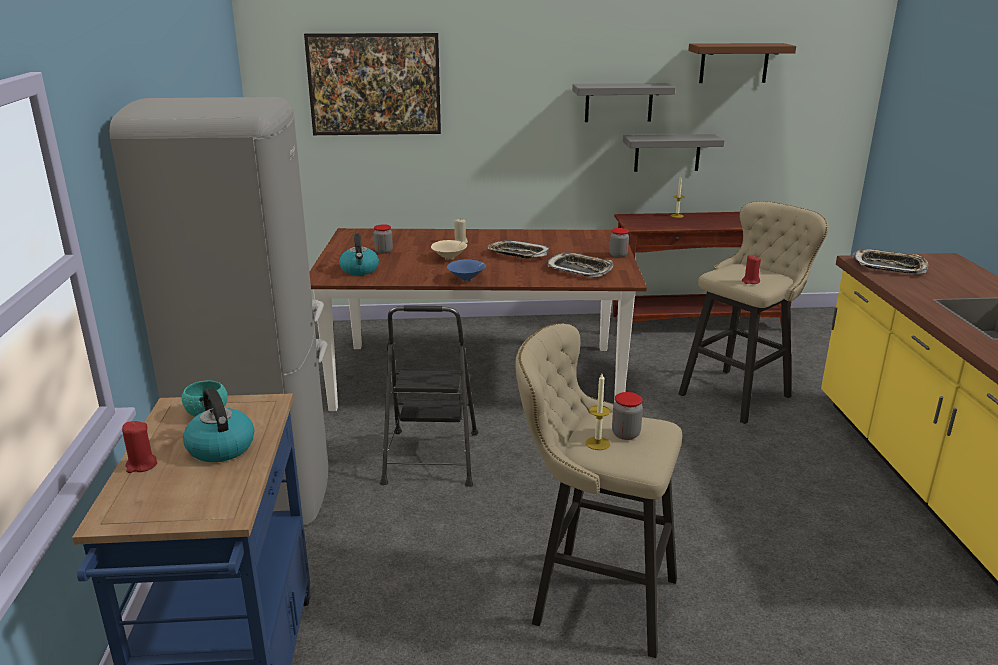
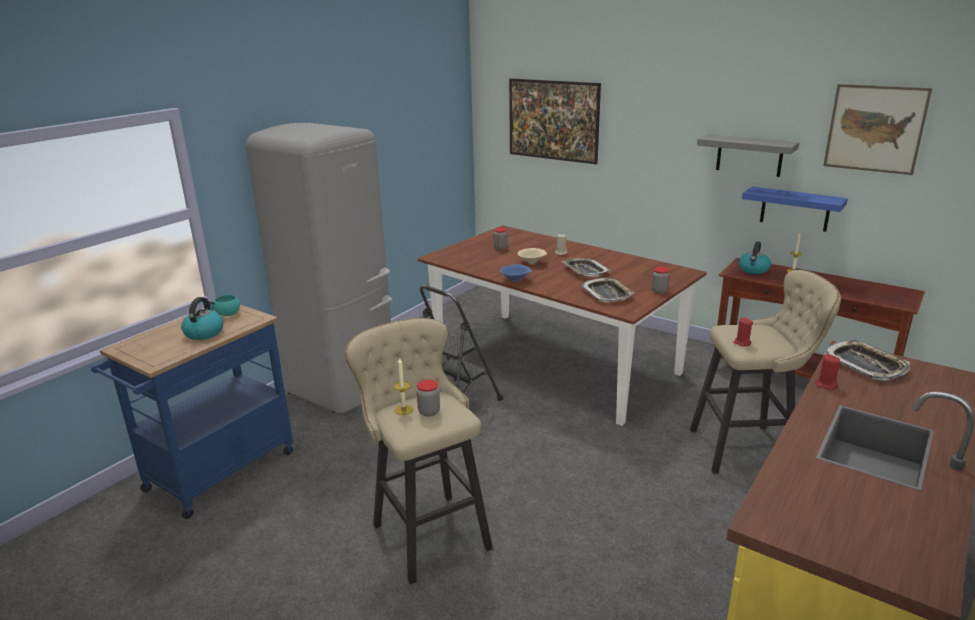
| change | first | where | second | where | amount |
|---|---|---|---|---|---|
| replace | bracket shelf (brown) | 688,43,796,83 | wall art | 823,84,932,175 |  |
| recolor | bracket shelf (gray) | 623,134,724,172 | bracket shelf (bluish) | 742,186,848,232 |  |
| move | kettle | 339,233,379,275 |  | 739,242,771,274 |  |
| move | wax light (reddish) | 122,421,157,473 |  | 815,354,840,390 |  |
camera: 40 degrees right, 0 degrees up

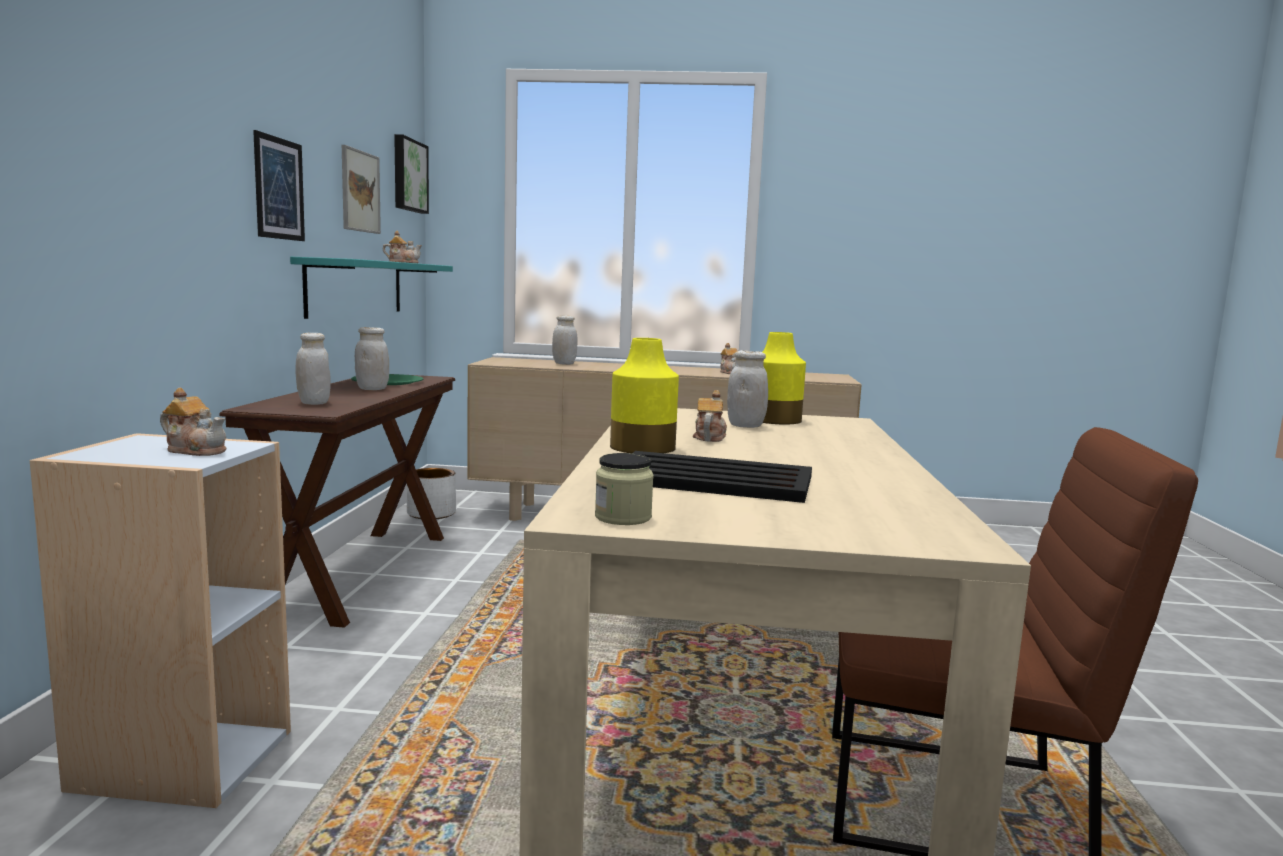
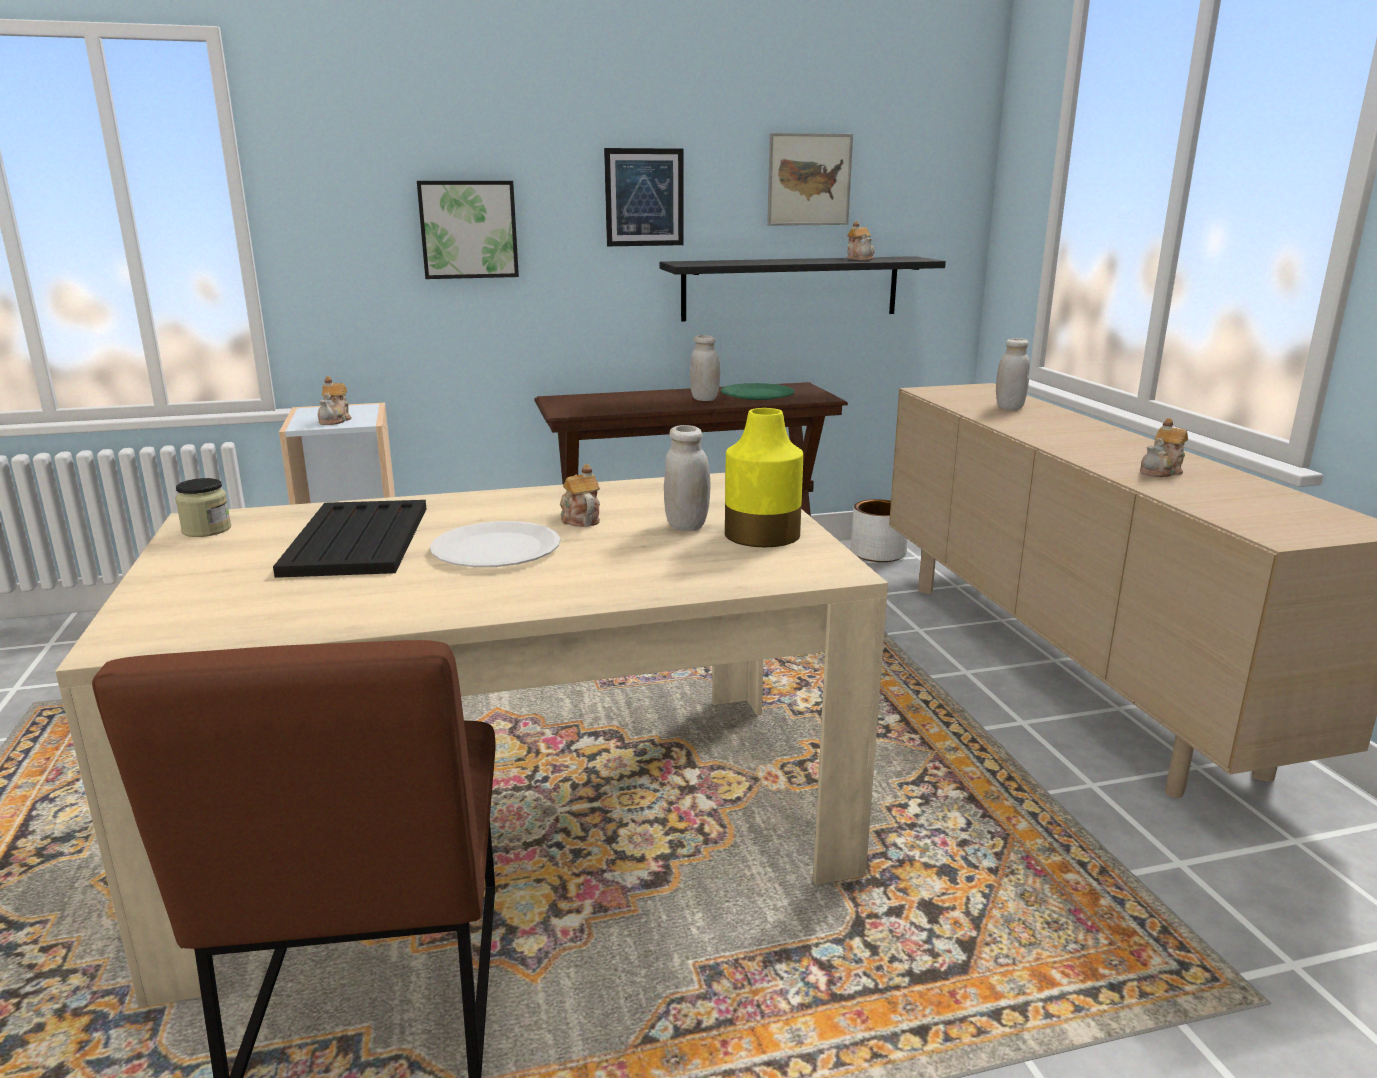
| change | first | where | second | where | amount |
|---|---|---|---|---|---|
| move | wall art | 394,134,429,214 |  | 417,181,519,279 |  |
| recolor | bracket shelf (blue-green) | 290,257,453,319 | bracket shelf (black) | 660,256,946,321 |  |
| delete | jar (white-coloured) | 295,333,331,405 |  |  |  |
| delete | vase (yellowish) | 610,338,679,453 |  |  |  |
| rotate | pot for tea | 693,390,727,442 |  | 560,464,600,527 | 105 degrees counterclockwise |
| insert |  |  | flat dish (white-coloured) | 430,521,561,567 |  |
camera: 70 degrees right, 10 degrees up

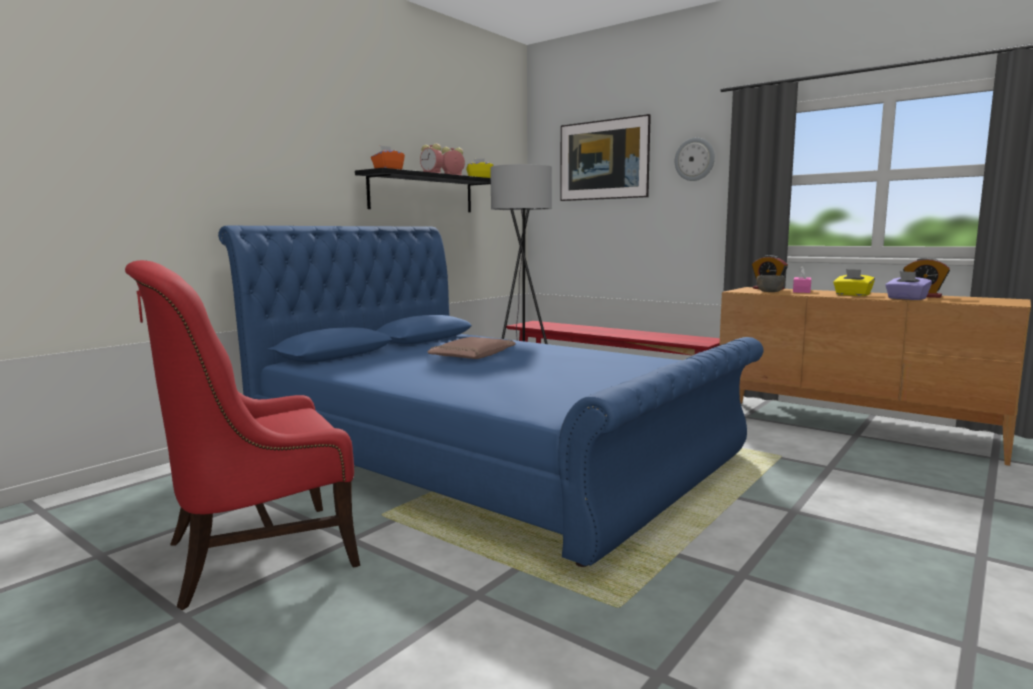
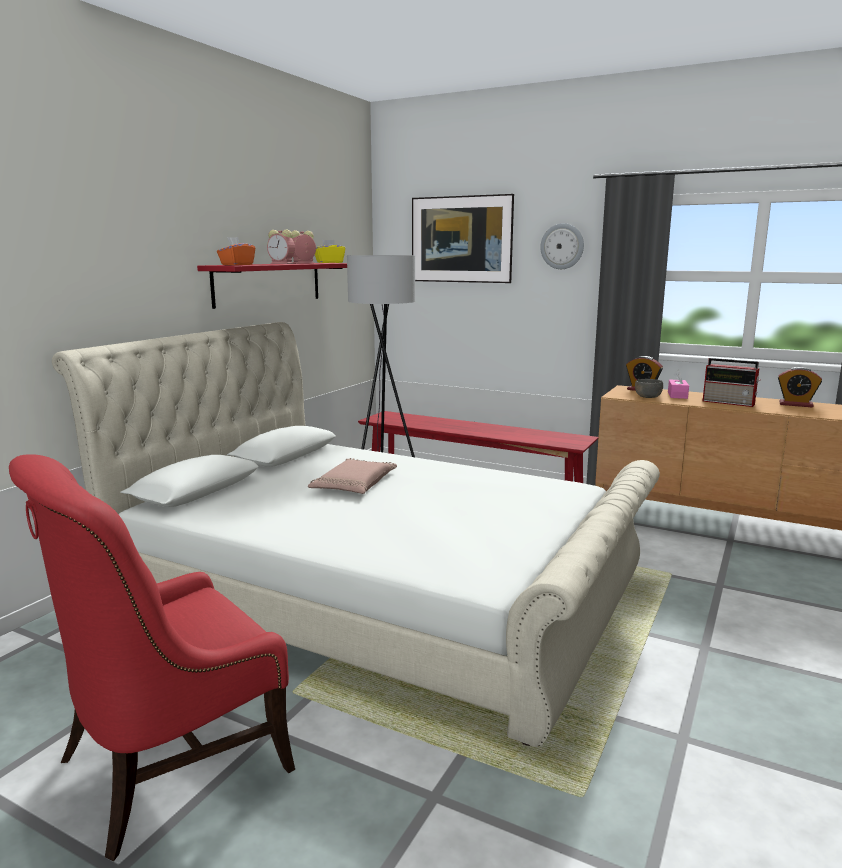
| change | first | where | second | where | amount |
|---|---|---|---|---|---|
| recolor | bracket shelf (black) | 355,168,491,212 | bracket shelf (reddish) | 197,263,347,309 |  |
| recolor | bedroom bed (bluish) | 218,226,764,567 | bedroom bed (beige-coloured) | 52,322,660,747 |  |
| replace | tissue holder (yellowish) | 833,269,875,296 | radio set | 703,358,761,407 |  |
| delete | tissue holder (purple) | 885,271,932,300 |  |  |  |
camera: 10 degrees left, 5 degrees up

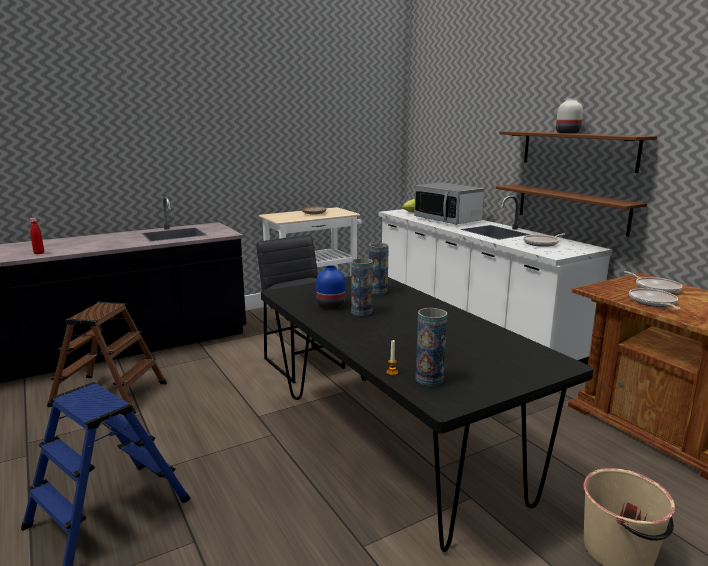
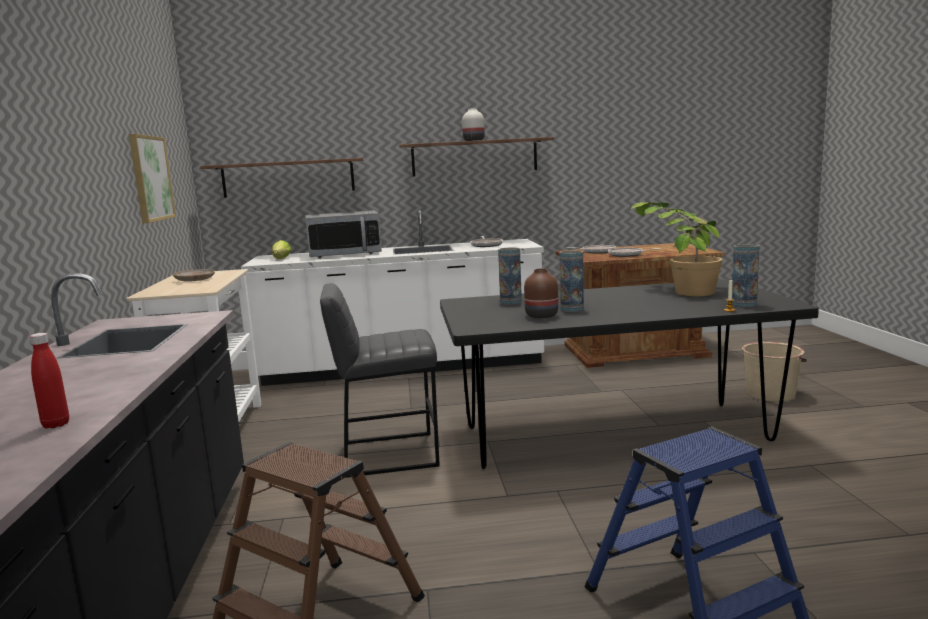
| change | first | where | second | where | amount |
|---|---|---|---|---|---|
| move | bracket shelf (brown) | 496,184,647,237 |  | 200,158,364,198 |  |
| recolor | vase (bluish) | 316,265,346,309 | vase (brown) | 524,269,558,318 |  |
| insert |  |  | wall art | 129,134,176,223 |  |
| insert |  |  | plant in a pot | 631,202,723,296 |  |
camera: 65 degrees left, 5 degrees down

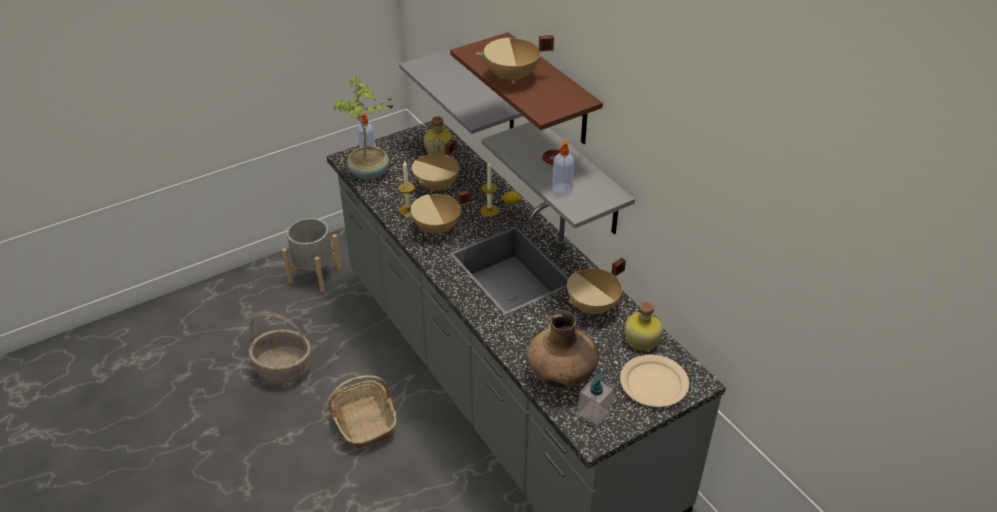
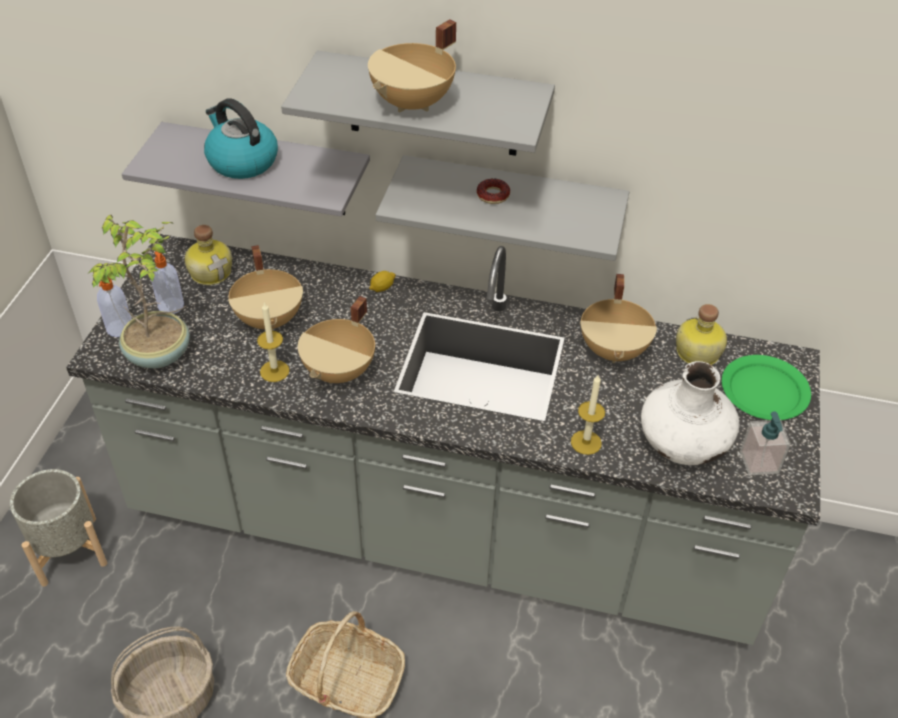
| change | first | where | second | where | amount |
|---|---|---|---|---|---|
| recolor | bracket shelf (brown) | 450,32,603,144 | bracket shelf (gray) | 281,51,555,156 |  |
| move | soap dispenser | 552,141,574,195 |  | 151,251,184,314 |  |
| move | wax light | 480,161,499,217 |  | 571,375,605,455 |  |
| recolor | vase (brown) | 527,310,599,388 | vase (white-coloured) | 641,361,739,465 |  |
| recolor | flat dish (beige-coloured) | 620,355,689,407 | flat dish (green) | 722,355,811,420 |  |
| insert |  |  | kettle | 204,98,278,179 |  |
camera: 45 degrees left, 5 degrees up

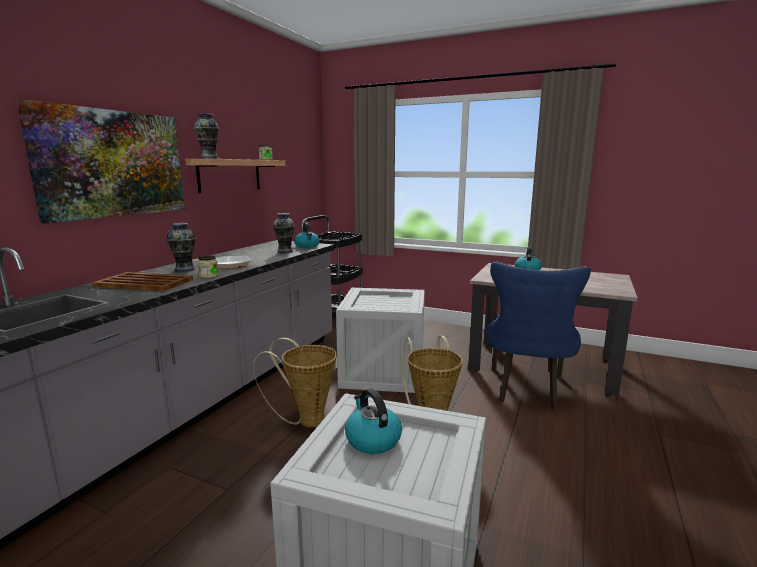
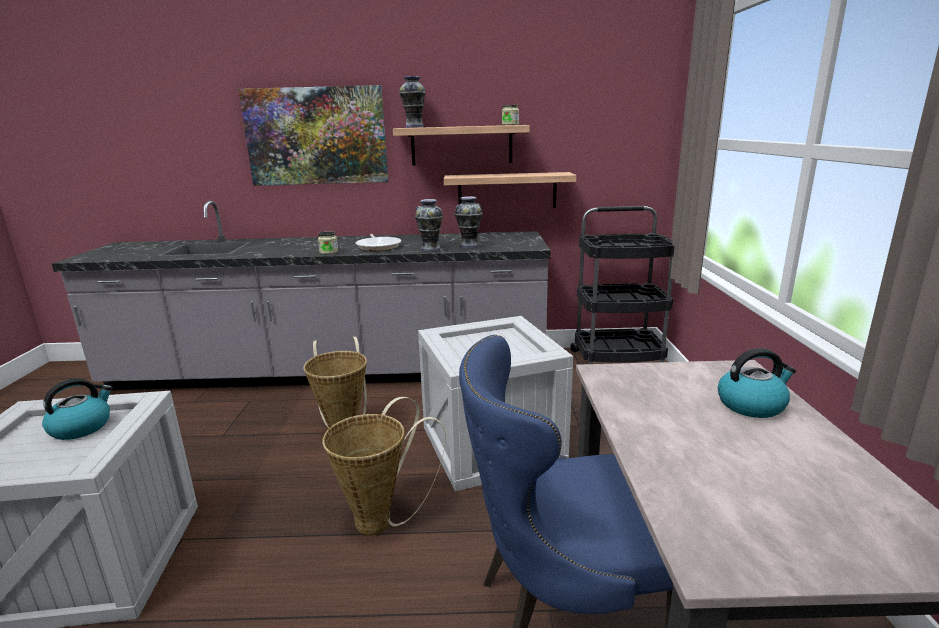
| change | first | where | second | where | amount |
|---|---|---|---|---|---|
| move | vase | 166,223,196,272 |  | 415,199,443,252 |  |
| delete | kettle | 294,223,320,248 |  |  |  |
| delete | tray (brown) | 92,272,193,291 |  |  |  |
| insert |  |  | bracket shelf | 444,172,577,208 |  |
camera: 65 degrees right, 5 degrees up

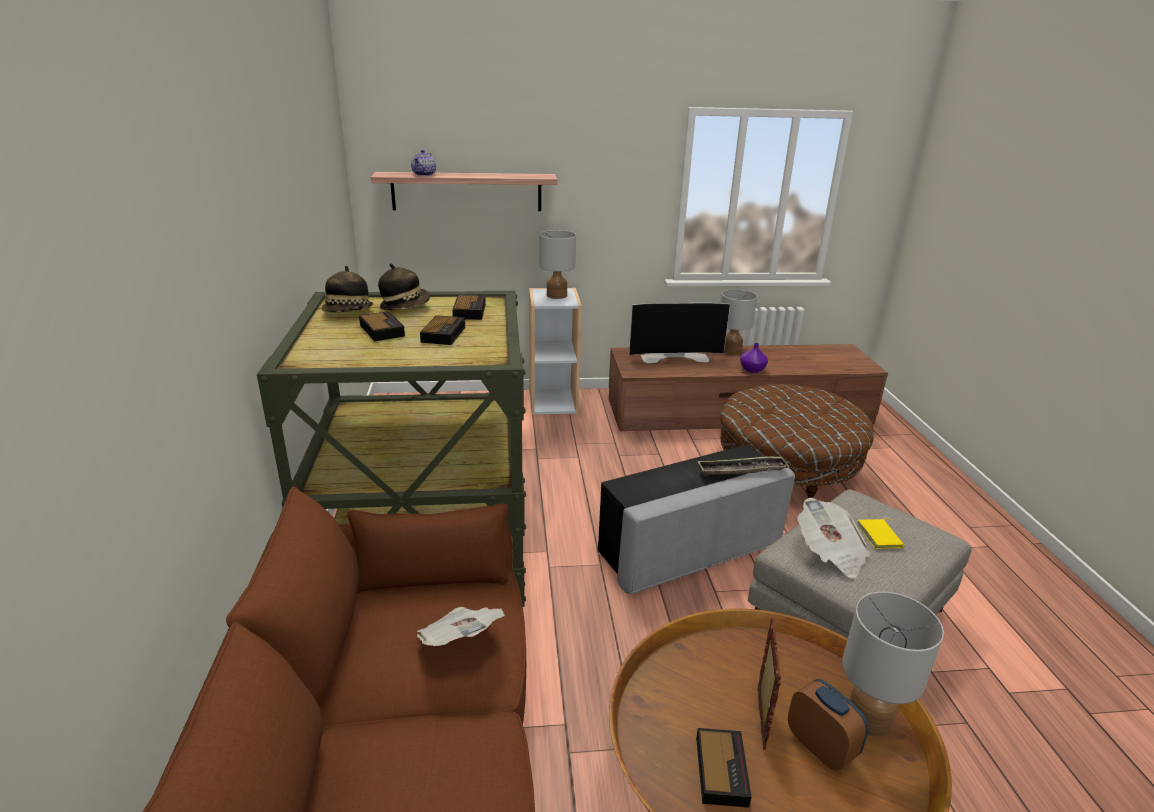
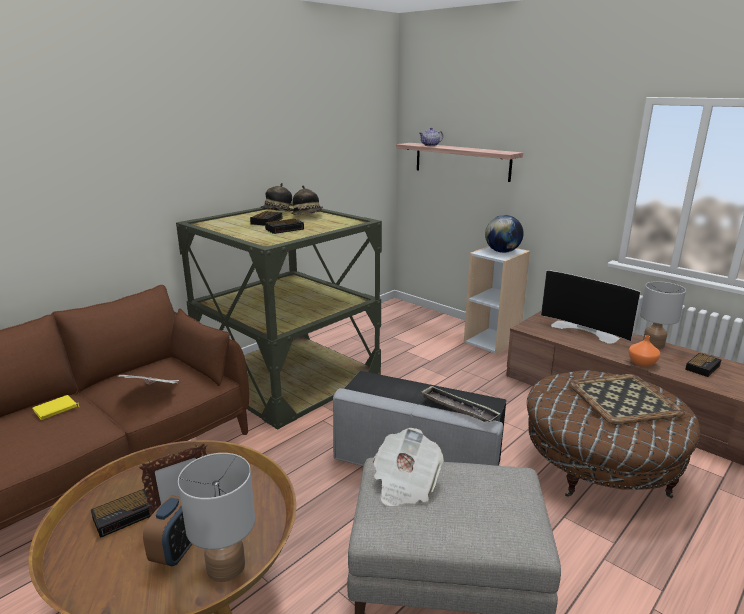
| change | first | where | second | where | amount |
|---|---|---|---|---|---|
| replace | table lamp (gray) | 539,230,576,299 | world globe | 485,215,524,253 |  |
| move | table clock | 452,295,486,320 |  | 685,353,722,377 |  |
| recolor | vase (purple) | 740,343,768,373 | vase (orange-coloured) | 628,335,660,367 |  |
| move | volume (yellowish) | 857,518,904,549 |  | 33,395,79,420 |  |
| insert |  |  | tray | 569,374,685,425 |  |
camera: 50 degrees right, 5 degrees down

